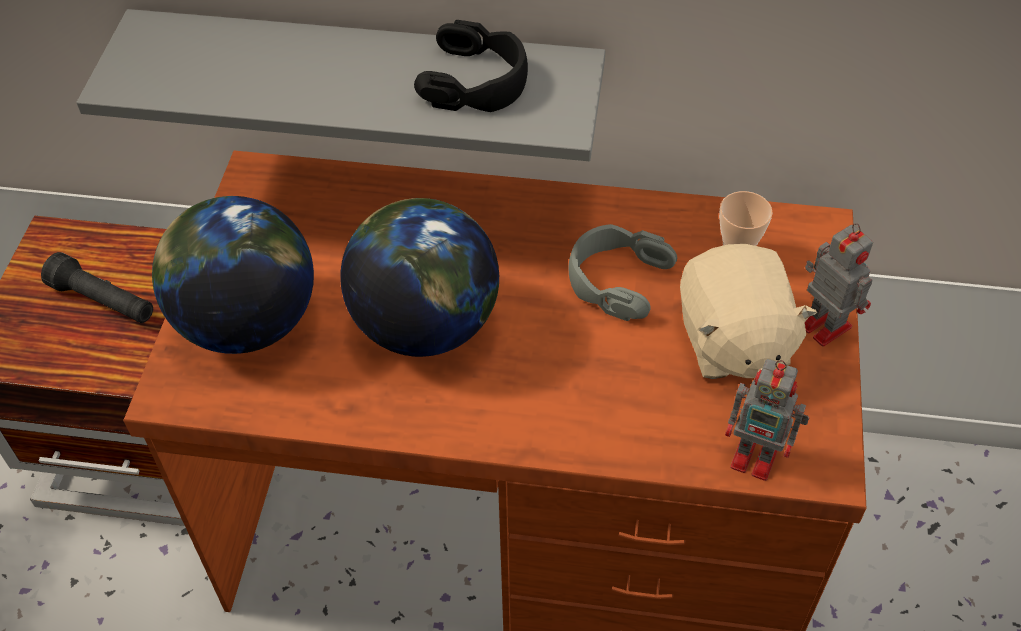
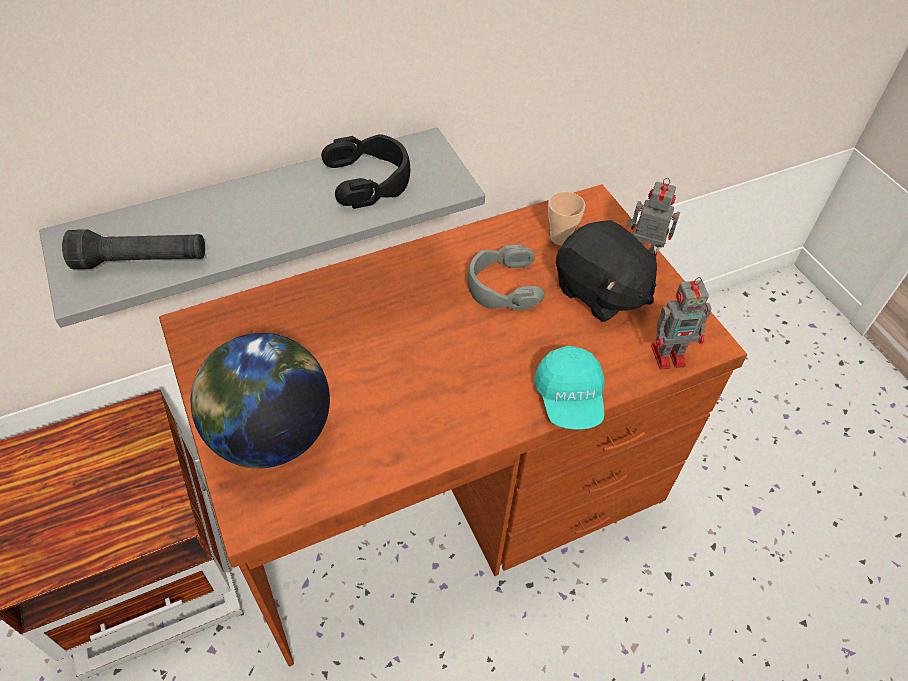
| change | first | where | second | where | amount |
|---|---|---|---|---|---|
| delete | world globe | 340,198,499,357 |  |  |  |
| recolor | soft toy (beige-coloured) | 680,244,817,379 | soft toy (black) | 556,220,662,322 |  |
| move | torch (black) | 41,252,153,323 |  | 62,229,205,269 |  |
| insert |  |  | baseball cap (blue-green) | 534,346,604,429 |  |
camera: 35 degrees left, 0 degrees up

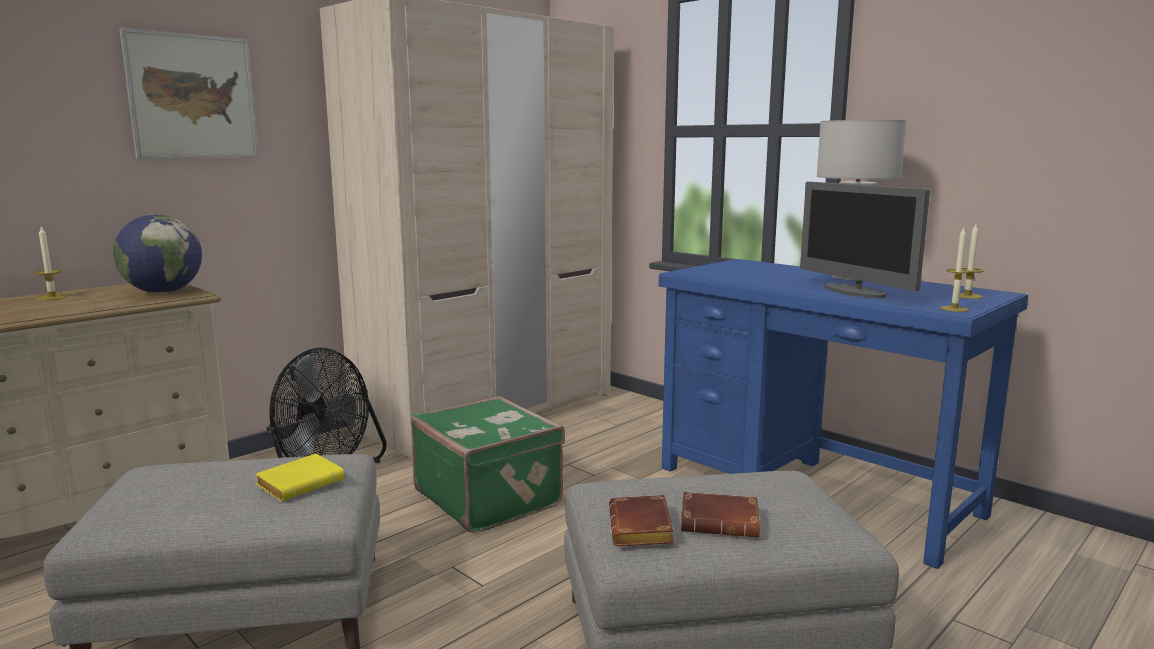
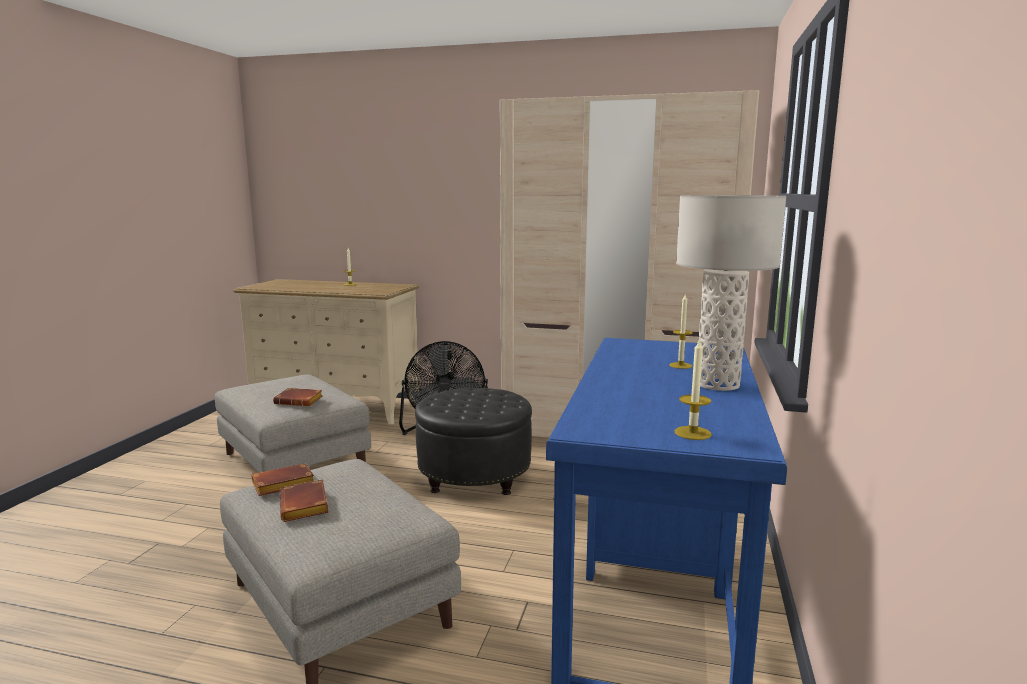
| change | first | where | second | where | amount |
|---|---|---|---|---|---|
| delete | wall art | 119,28,259,159 |  |  |  |
| delete | monitor | 800,182,930,298 |  |  |  |
| delete | world globe | 113,214,202,293 |  |  |  |
| move | wax light | 941,228,971,312 |  | 669,295,693,369 |  |
| replace | travel case (green) | 411,396,565,533 | ottoman (black) | 415,388,532,495 |  |
| recolor | volume (yellowish) | 255,454,344,501 | volume (brown) | 273,388,323,406 |  |
camera: 60 degrees right, 0 degrees up

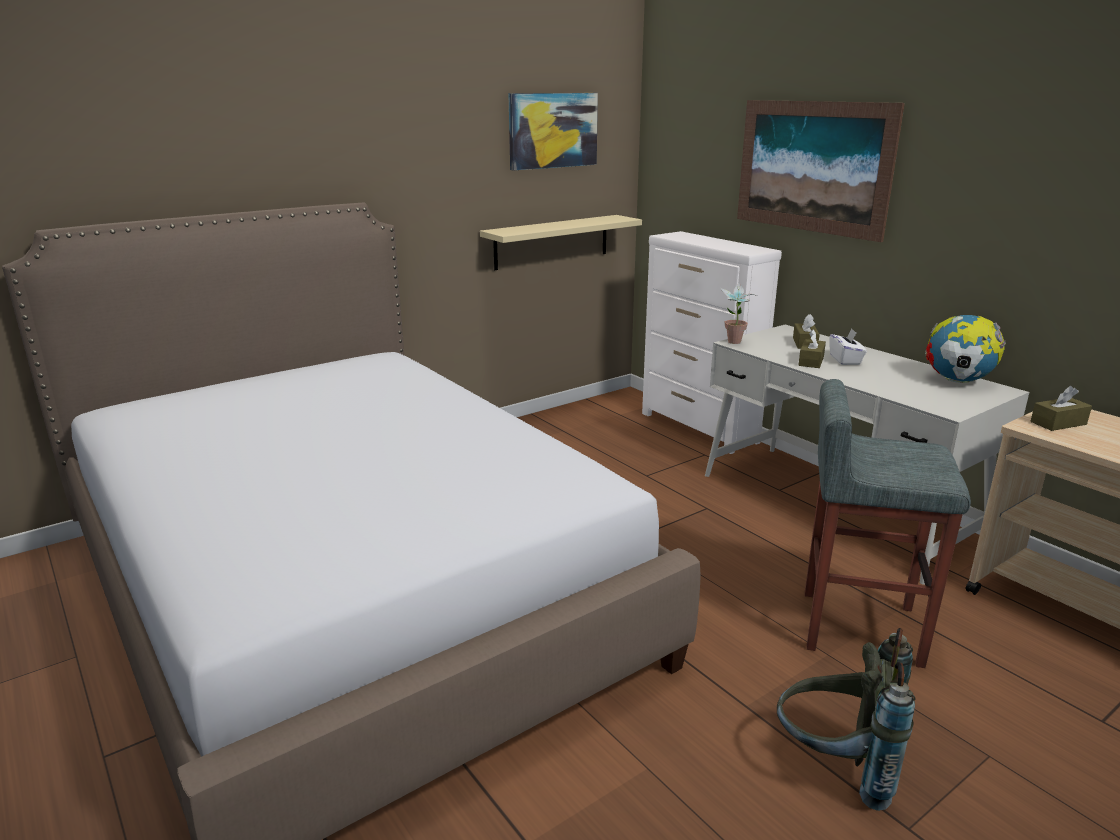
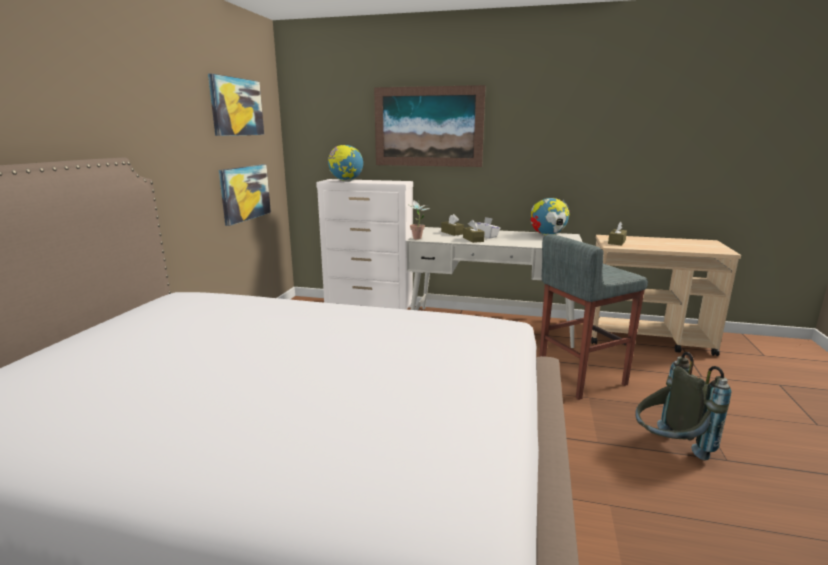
| change | first | where | second | where | amount |
|---|---|---|---|---|---|
| replace | bracket shelf (beige-coloured) | 480,215,642,270 | wall art | 219,164,271,226 |  |
| insert |  |  | world globe | 328,145,363,182 |  |
camera: 40 degrees left, 5 degrees down

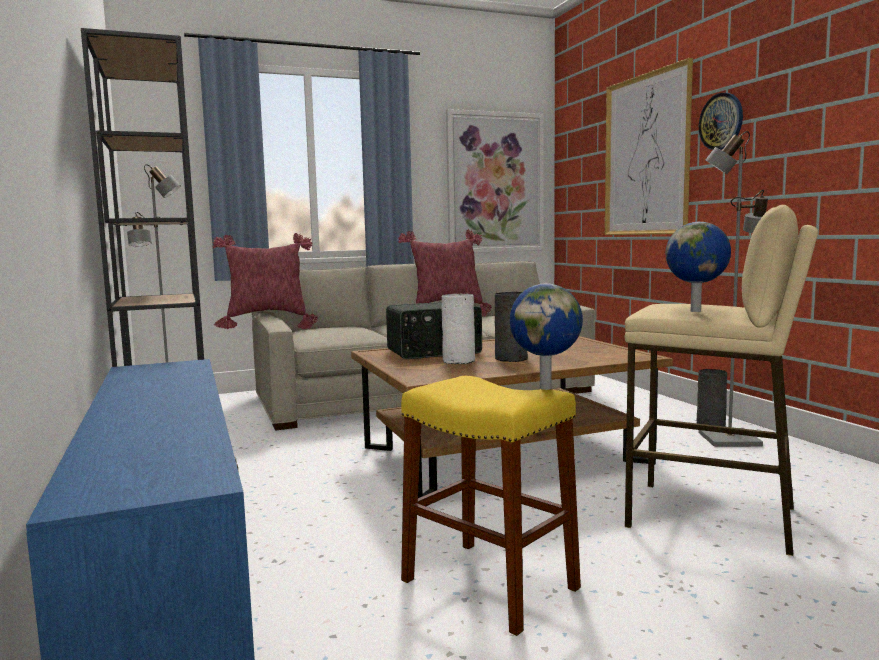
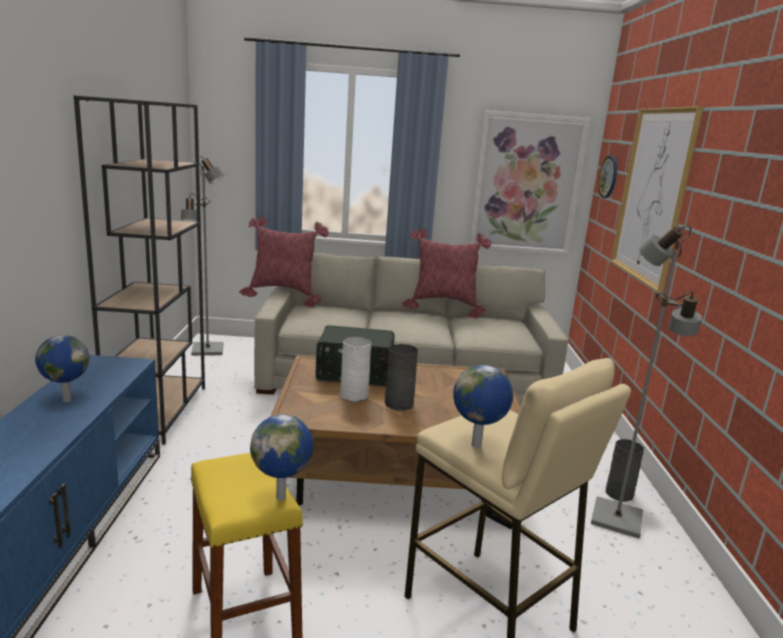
| change | first | where | second | where | amount |
|---|---|---|---|---|---|
| move | wall clock | 699,93,743,150 |  | 598,156,617,198 |  |
| insert |  |  | world globe | 35,335,89,402 |  |
camera: 20 degrees right, 10 degrees up

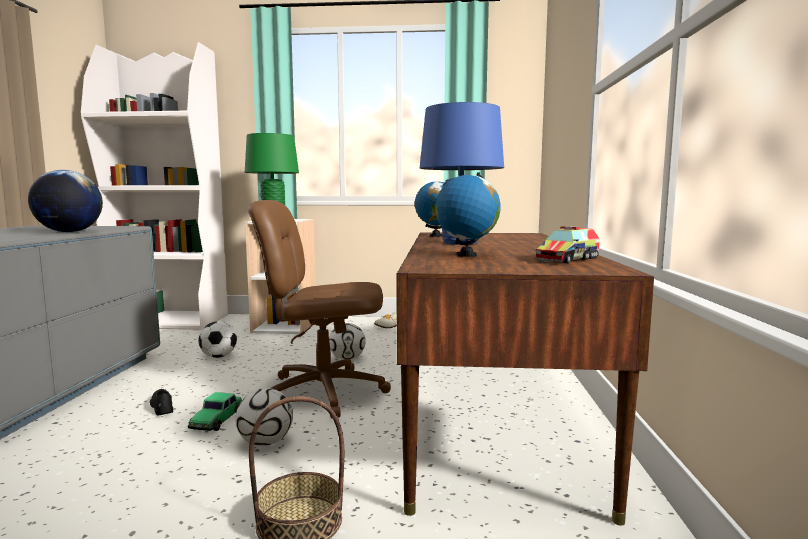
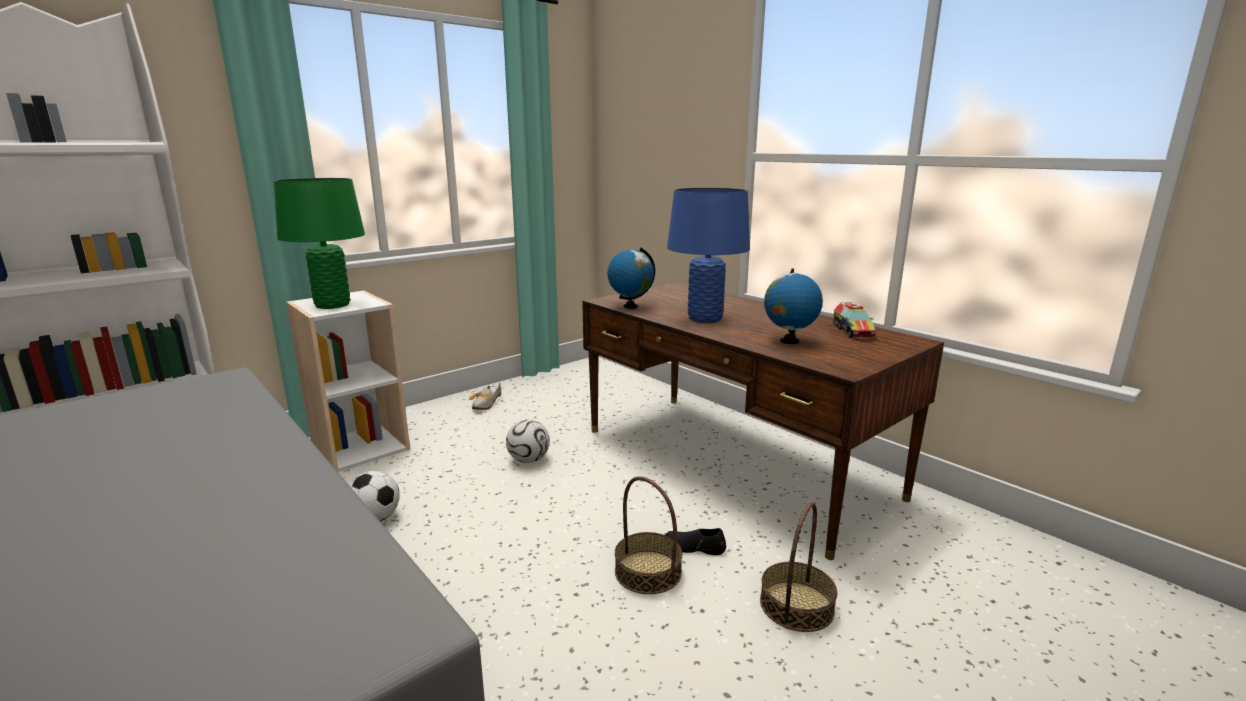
| change | first | where | second | where | amount |
|---|---|---|---|---|---|
| delete | world globe | 28,170,103,232 |  |  |  |
| delete | computer chair (brown) | 248,200,391,418 |  |  |  |
| replace | football ball | 235,388,293,446 | basket | 615,476,682,594 |  |
| move | low shoe (black) | 150,389,173,416 |  | 665,528,726,555 |  |
| delete | toy car | 188,392,242,431 |  |  |  |
camera: 45 degrees left, 10 degrees up

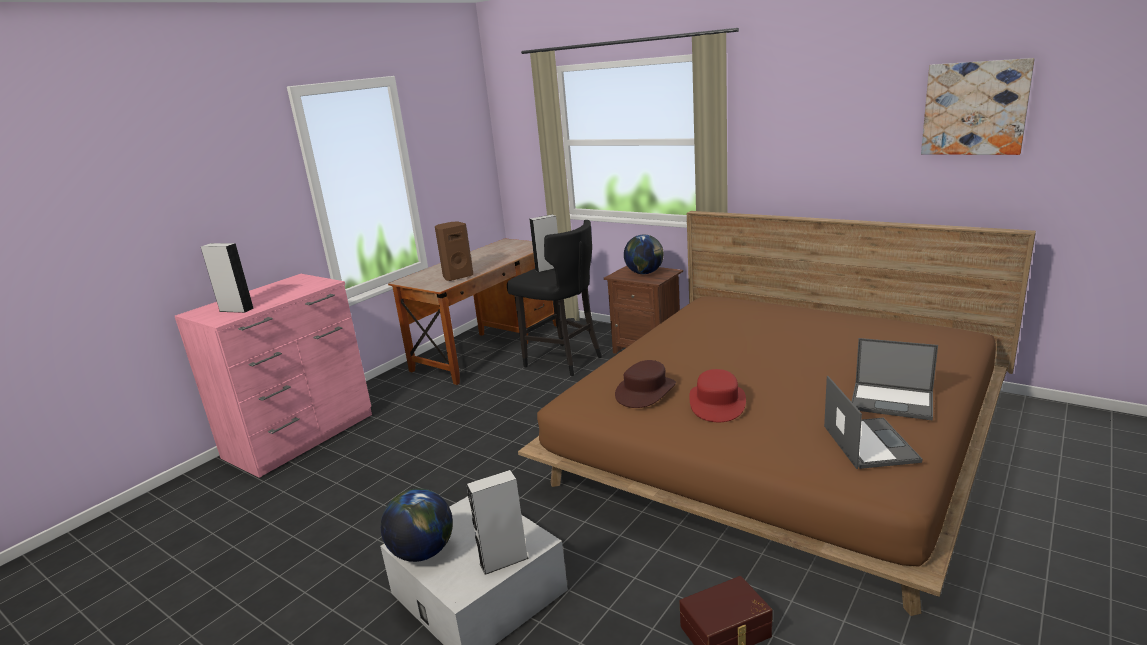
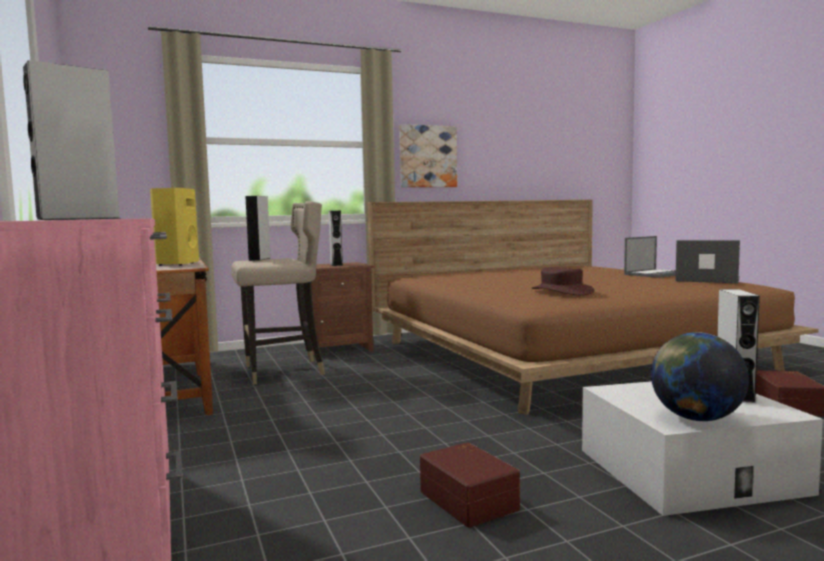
| change | first | where | second | where | amount |
|---|---|---|---|---|---|
| move | wall art | 921,58,1035,155 |  | 399,124,457,187 |  |
| recolor | sitting stool (black) | 507,220,602,376 | sitting stool (beige-coloured) | 231,201,325,385 |  |
| recolor | audio speaker (brown) | 435,221,473,281 | audio speaker (yellowish) | 150,188,199,266 |  |
| replace | world globe | 624,235,664,274 | audio speaker (gray) | 329,211,343,266 |  |
| delete | wearable hat (reddish) | 689,369,746,422 |  |  |  |
| insert |  |  | storage box (brown) | 420,442,520,528 |  |
camera: 60 degrees left, 15 degrees down

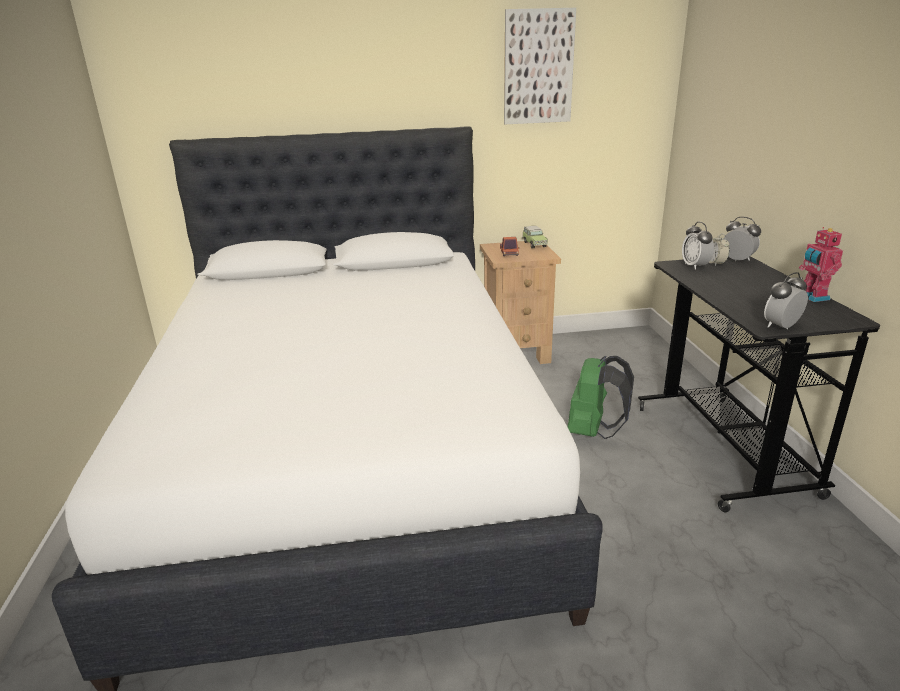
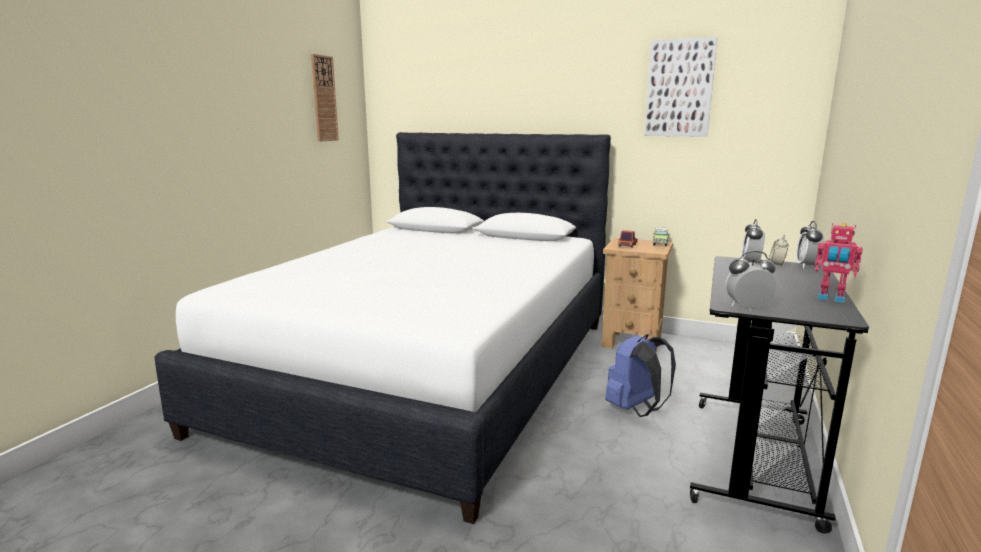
| change | first | where | second | where | amount |
|---|---|---|---|---|---|
| rotate | table clock | 724,217,761,261 |  | 796,221,824,269 | 150 degrees counterclockwise |
| rotate | robot figure | 799,227,843,302 |  | 815,223,863,303 | 75 degrees counterclockwise |
| recolor | rucksack (green) | 568,356,634,439 | rucksack (bluish) | 605,334,676,417 |  |
| insert |  |  | wall clock | 311,54,339,142 |  |
camera: 30 degrees right, 10 degrees down

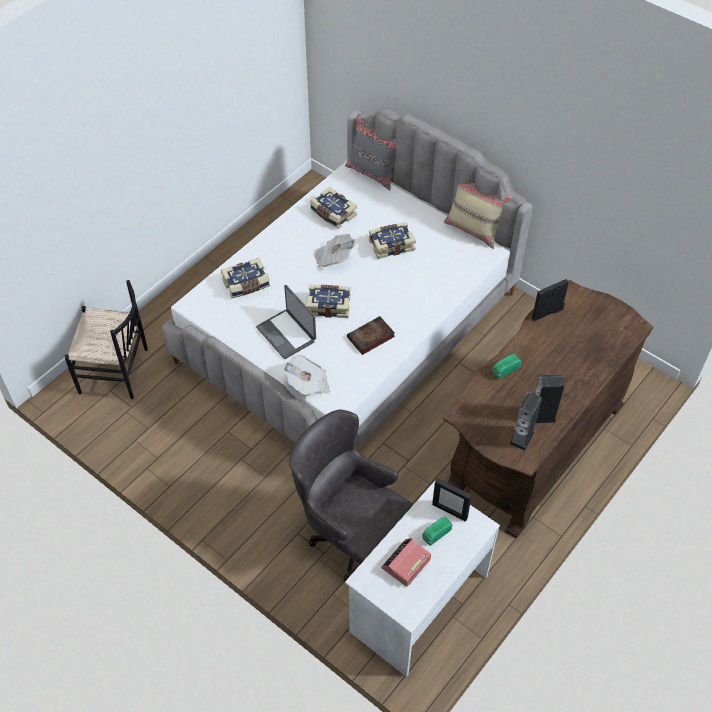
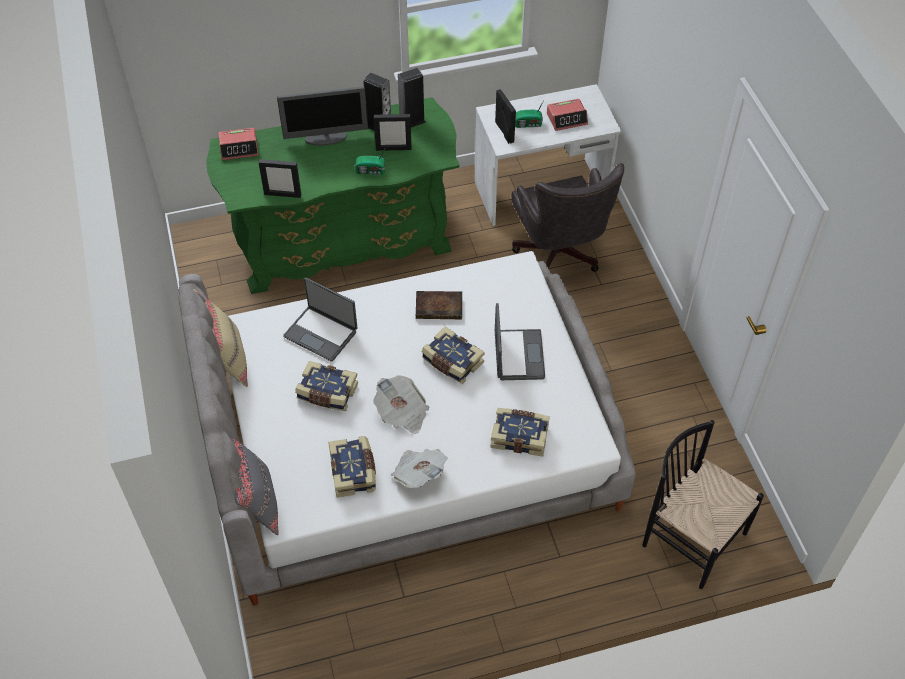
| change | first | where | second | where | amount |
|---|---|---|---|---|---|
| recolor | dresser (brown) | 442,280,653,538 | dresser (green) | 206,97,460,294 |  |
| move | daily paper | 283,355,330,396 |  | 391,449,448,488 |  |
| insert |  |  | monitor | 277,86,368,146 |  |
| insert |  |  | picture frame | 374,114,412,151 |  |
| insert |  |  | table clock | 219,128,259,160 |  |
| insert |  |  | notebook computer | 283,278,357,362 |  |
camera: 145 degrees left, 0 degrees up

